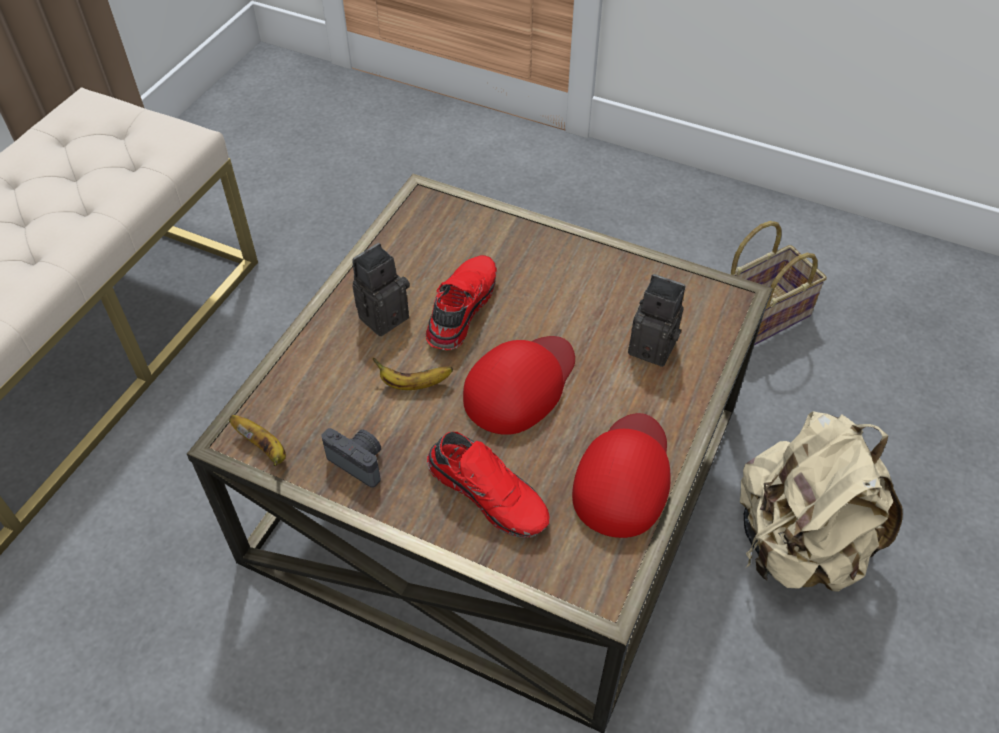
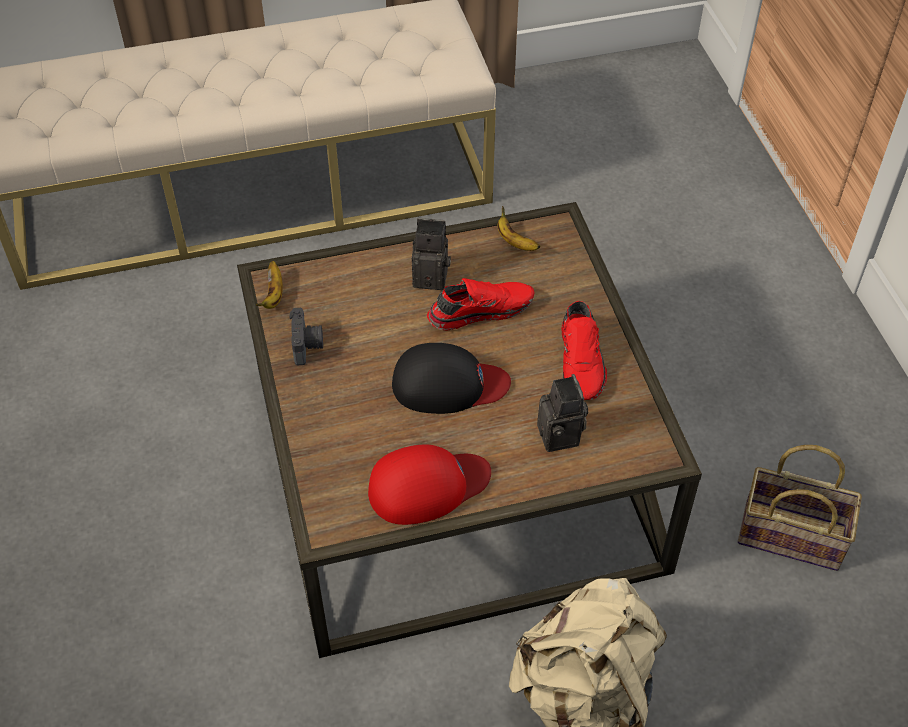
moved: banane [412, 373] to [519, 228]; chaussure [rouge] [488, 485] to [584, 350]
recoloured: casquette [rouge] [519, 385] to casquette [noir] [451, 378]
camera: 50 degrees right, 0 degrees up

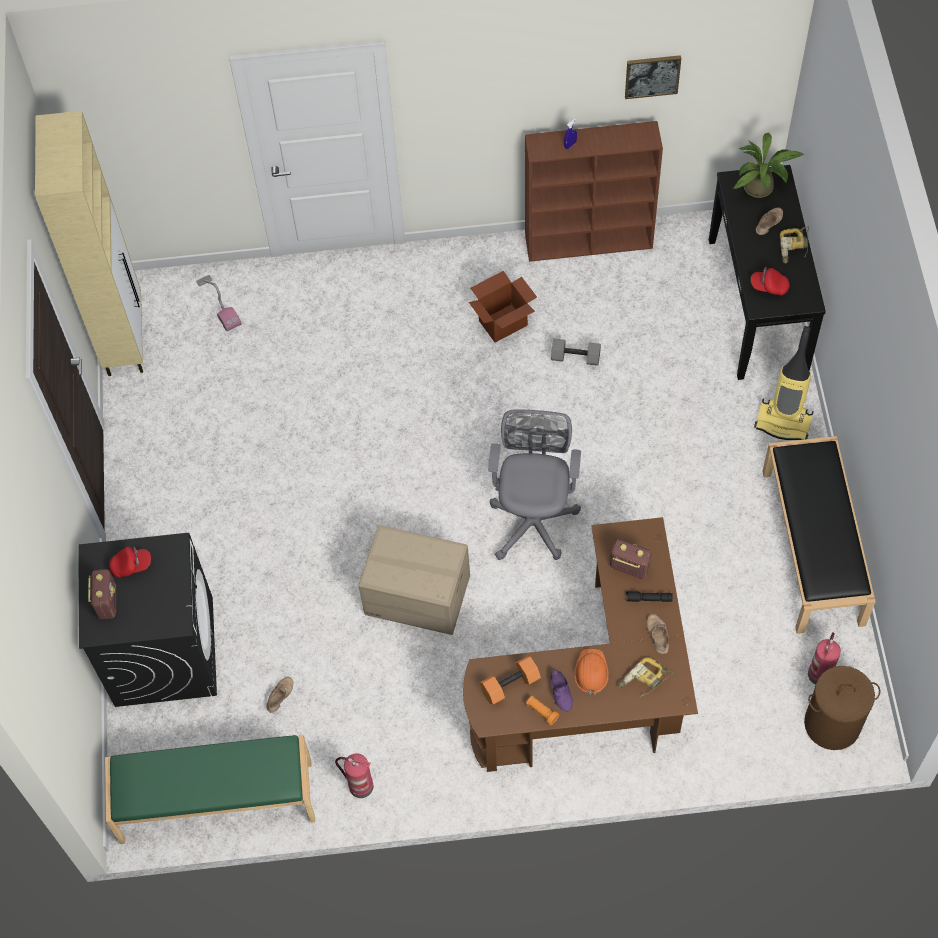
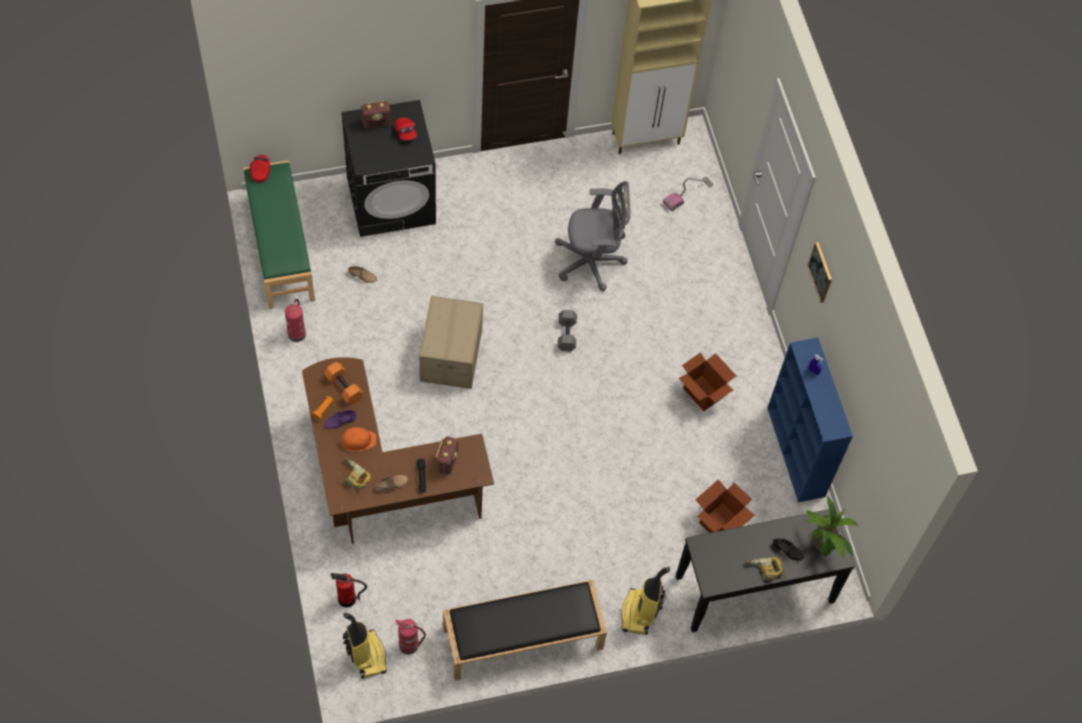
added: extincteur [349, 590]; carton [725, 506]
moved: chaise de bureau [gris] [534, 484] to [593, 236]; haltère [gris] [576, 352] to [567, 331]; tableau [653, 77] to [820, 272]; casquette [rouge] [770, 281] to [260, 168]
replaced: panier à linge [marron] [842, 708] to aspirateur [365, 646]
recoloured: bibliothèque [marron] [594, 191] to bibliothèque [bleu] [810, 419]; chaussure [beige] [769, 221] to chaussure [noir] [788, 550]
camera: 75 degrees right, 0 degrees up

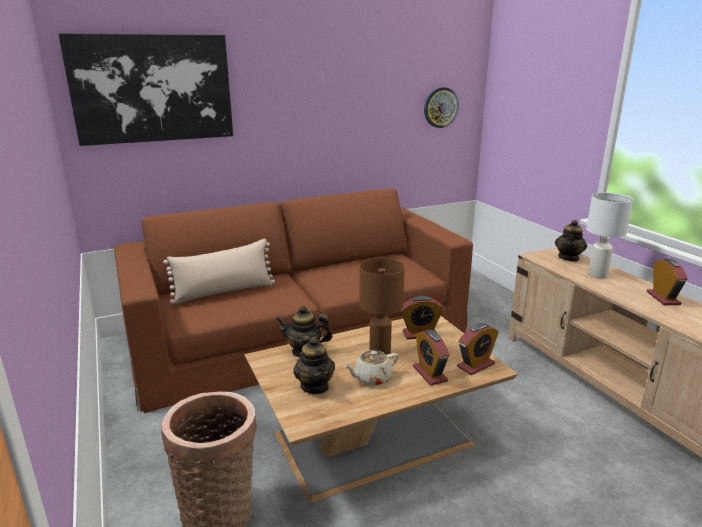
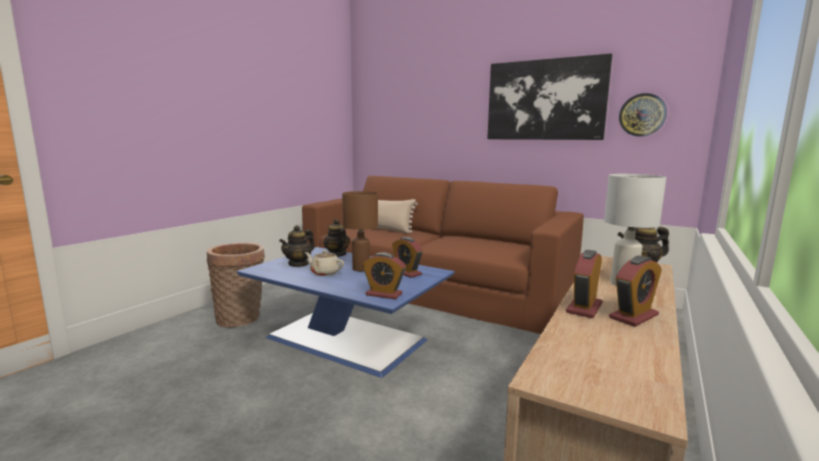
moved: tableau [146, 89] to [550, 96]; réveil [431, 357] to [584, 284]
recoloured: table basse [marron] [381, 409] to table basse [bleu] [345, 312]
camera: 55 degrees right, 10 degrees down

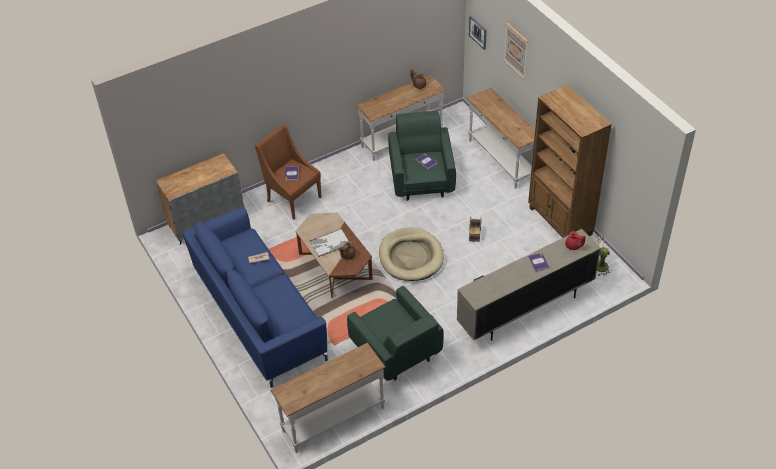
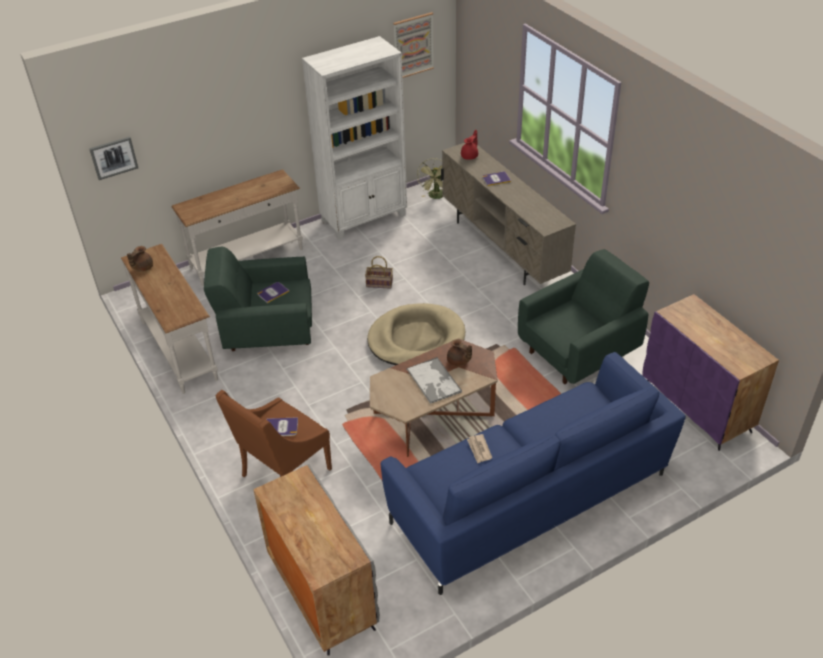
moved: tableau [515, 51] to [413, 45]
replaced: table console [blanc] [328, 398] to meuble de rangement [violet] [710, 372]
recoloured: bibliothèque [marron] [570, 161] to bibliothèque [blanc] [354, 138]
camera: 90 degrees left, 5 degrees down

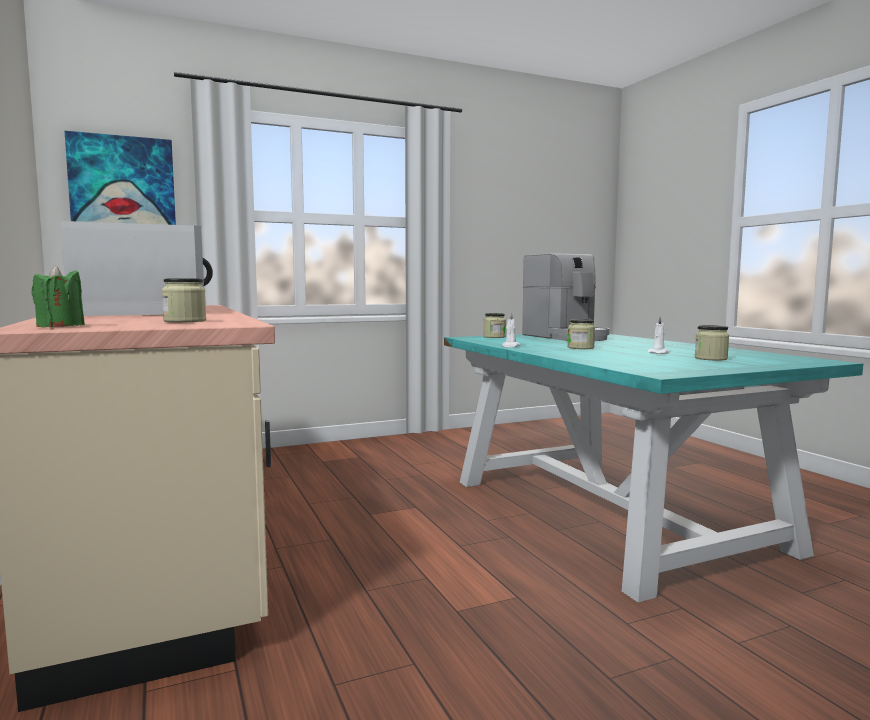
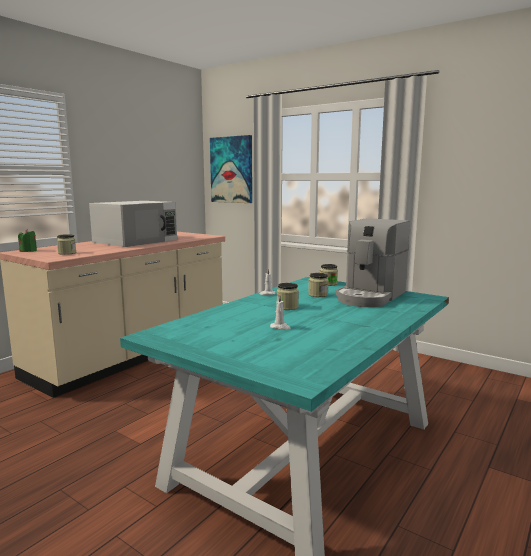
moved: bocal [712, 343] to [318, 285]
camera: 60 degrees right, 5 degrees up

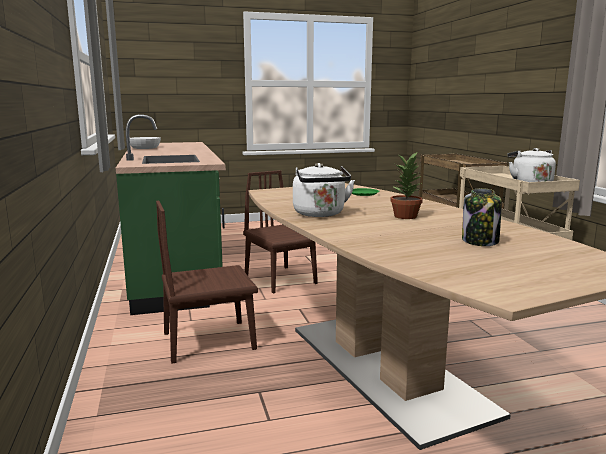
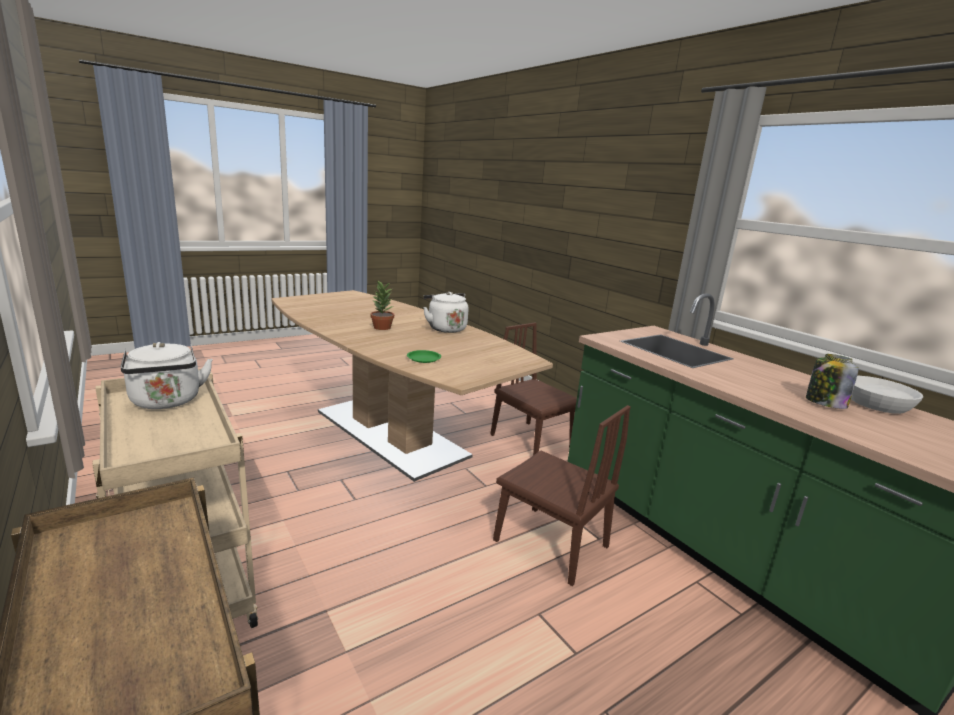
moved: bocal [482, 217] to [832, 381]
turned: chaise [marron] [207, 282] = [533, 389] 90 degrees counterclockwise
camera: 160 degrees right, 5 degrees up

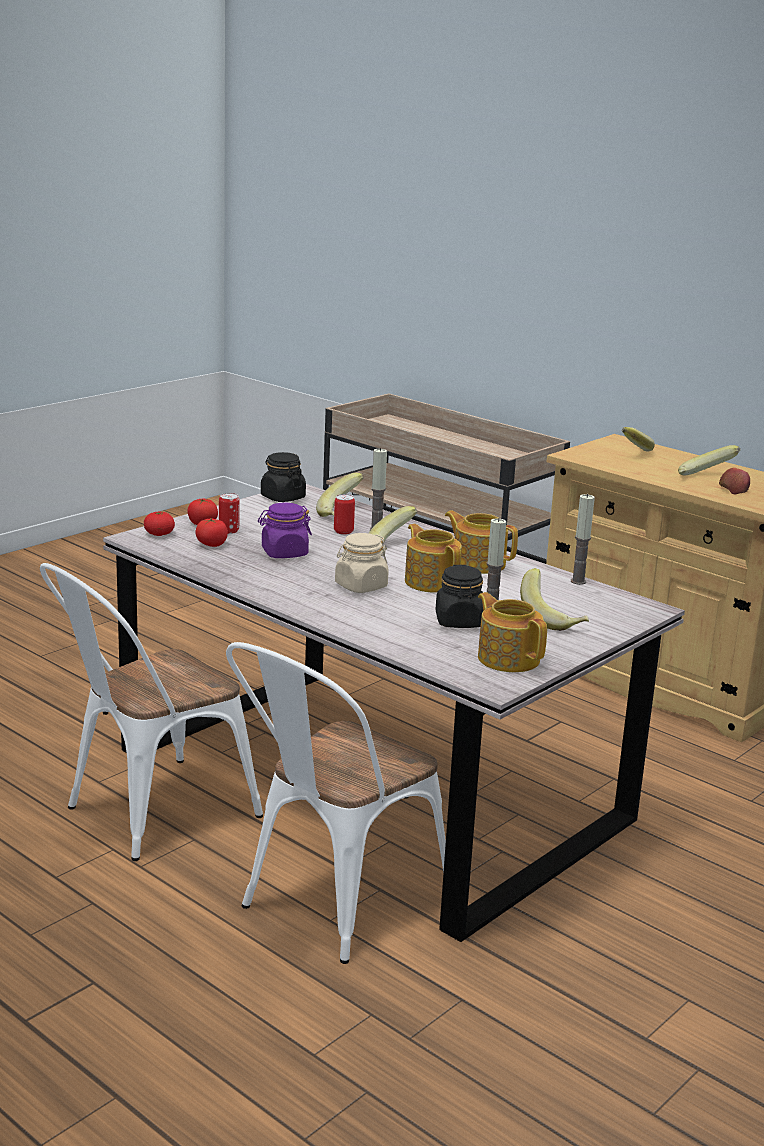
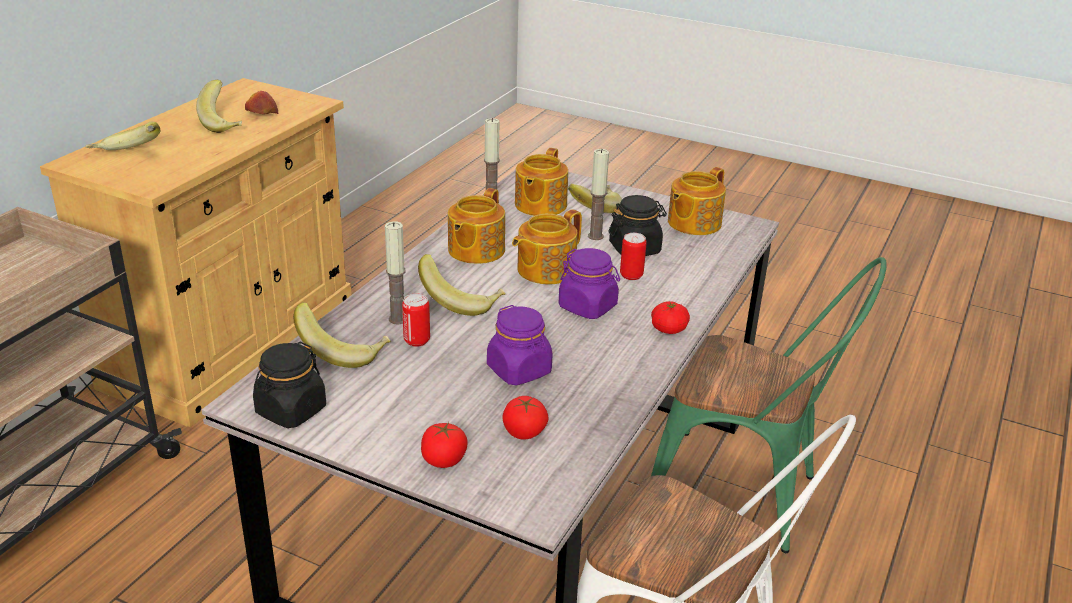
added: théière [541, 182]
moved: tomate [159, 524] to [670, 317]; boîte métallique [229, 513] to [633, 256]
recoloured: chaise [blanc] [336, 803] to chaise [vert] [769, 405]; bocal [beige] [362, 563] to bocal [violet] [589, 283]
camera: 105 degrees left, 10 degrees up

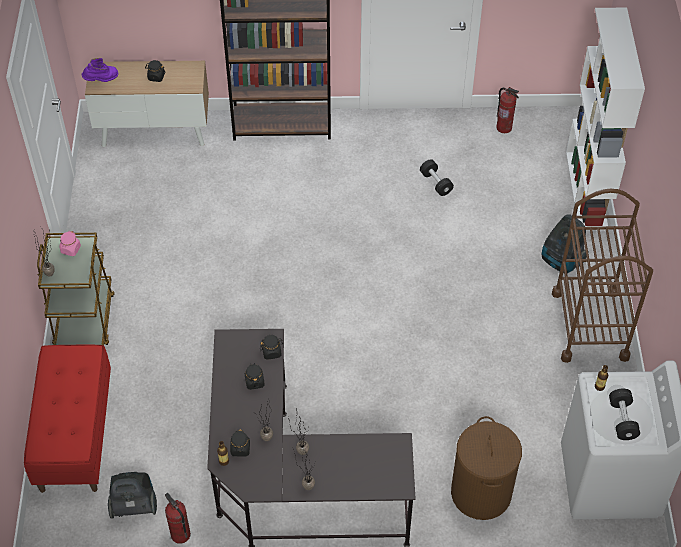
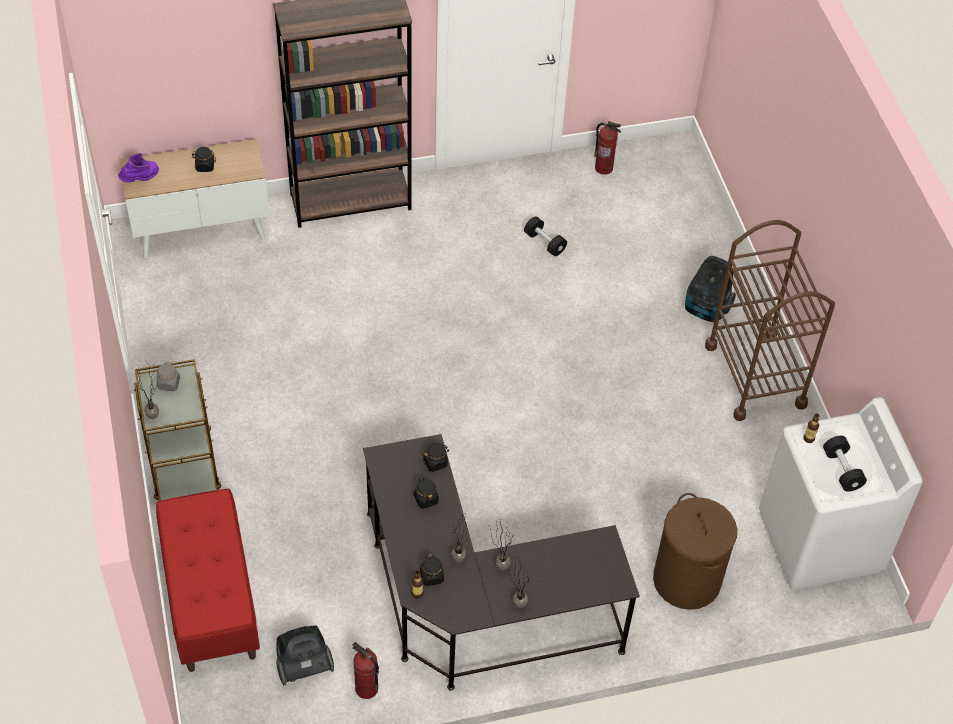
removed: bibliothèque [blanc] [605, 119]
recoloured: bocal [rose] [70, 243] to bocal [gris] [168, 376]
camera: 15 degrees left, 0 degrees up

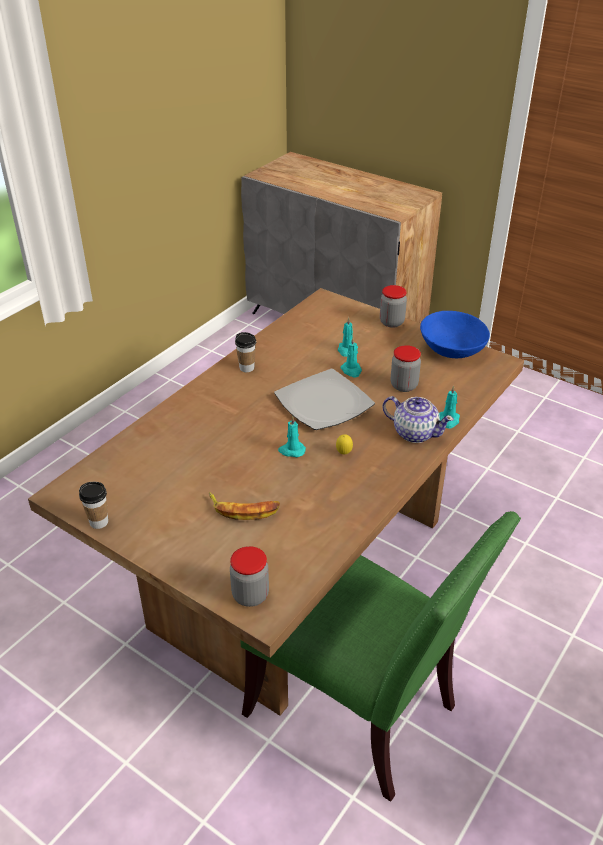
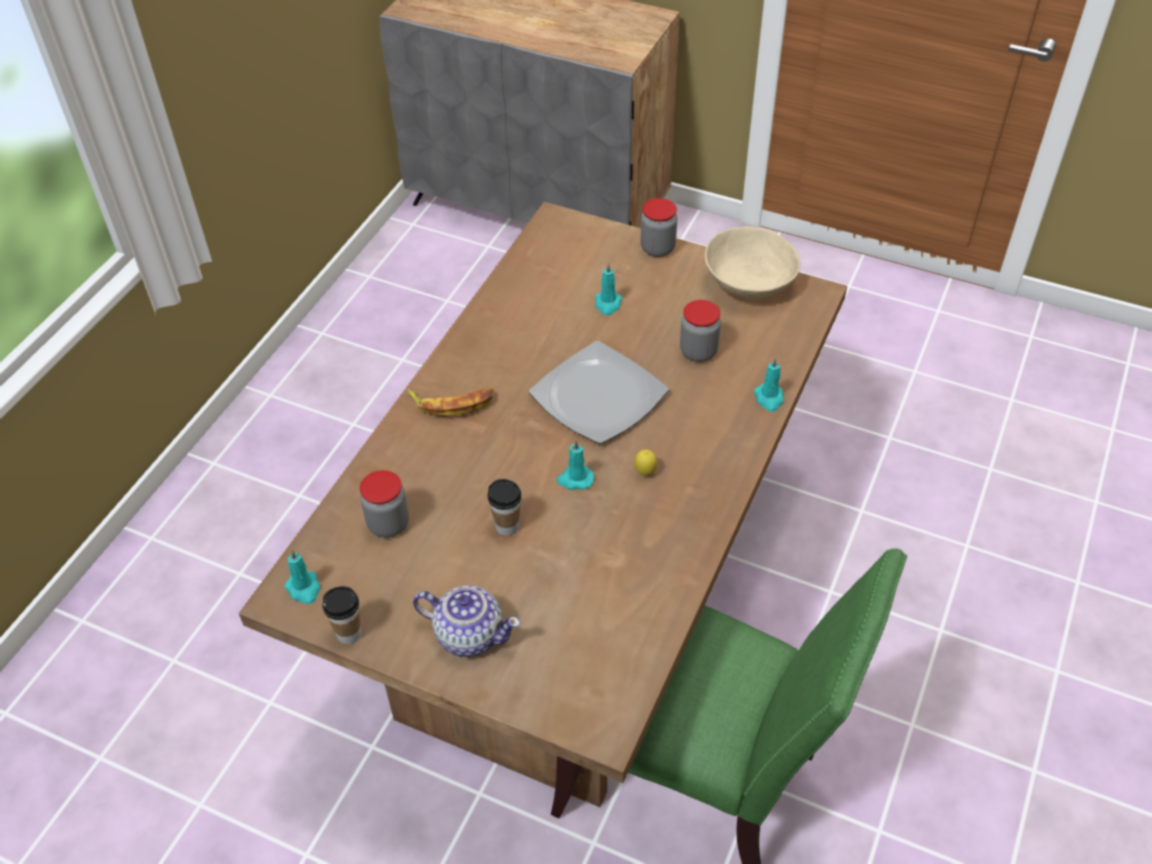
moved: banane [244, 506] to [450, 402]; bocal [249, 576] to [384, 504]; tasse [245, 352] to [504, 507]; bougie [turquoise] [351, 357] to [302, 577]; théière [418, 419] to [467, 621]
recoloured: bol [bleu] [455, 334] to bol [beige] [752, 263]
camera: 10 degrees left, 10 degrees up

